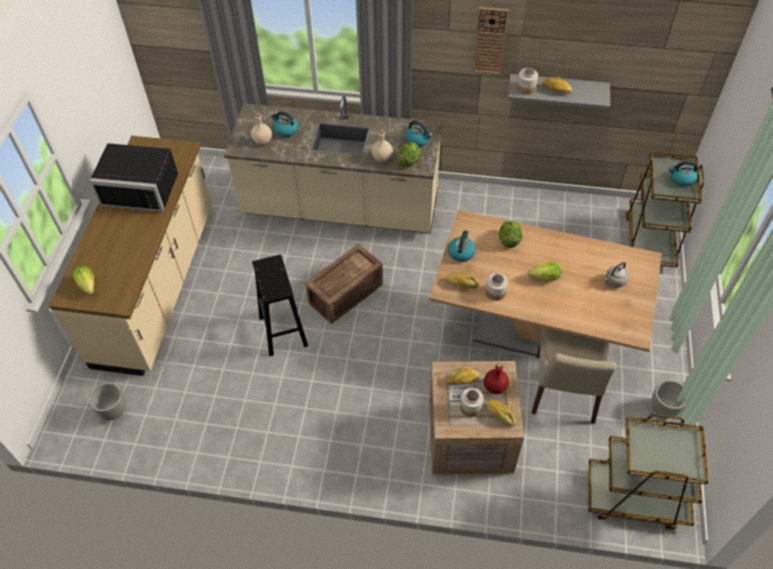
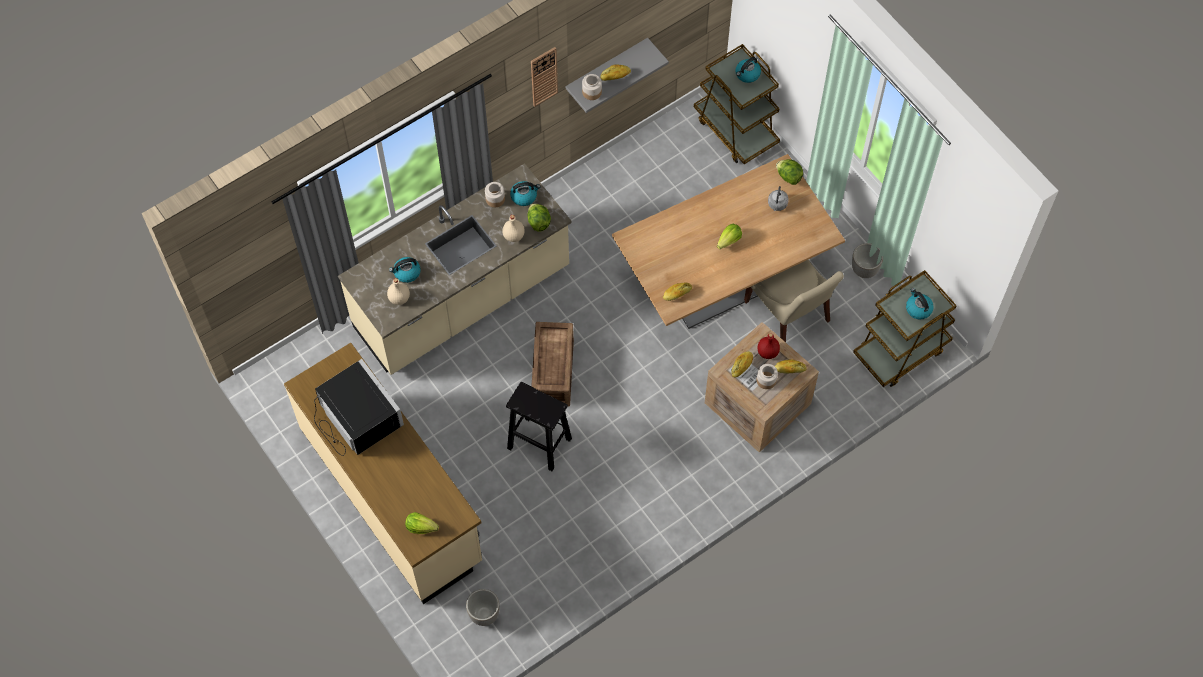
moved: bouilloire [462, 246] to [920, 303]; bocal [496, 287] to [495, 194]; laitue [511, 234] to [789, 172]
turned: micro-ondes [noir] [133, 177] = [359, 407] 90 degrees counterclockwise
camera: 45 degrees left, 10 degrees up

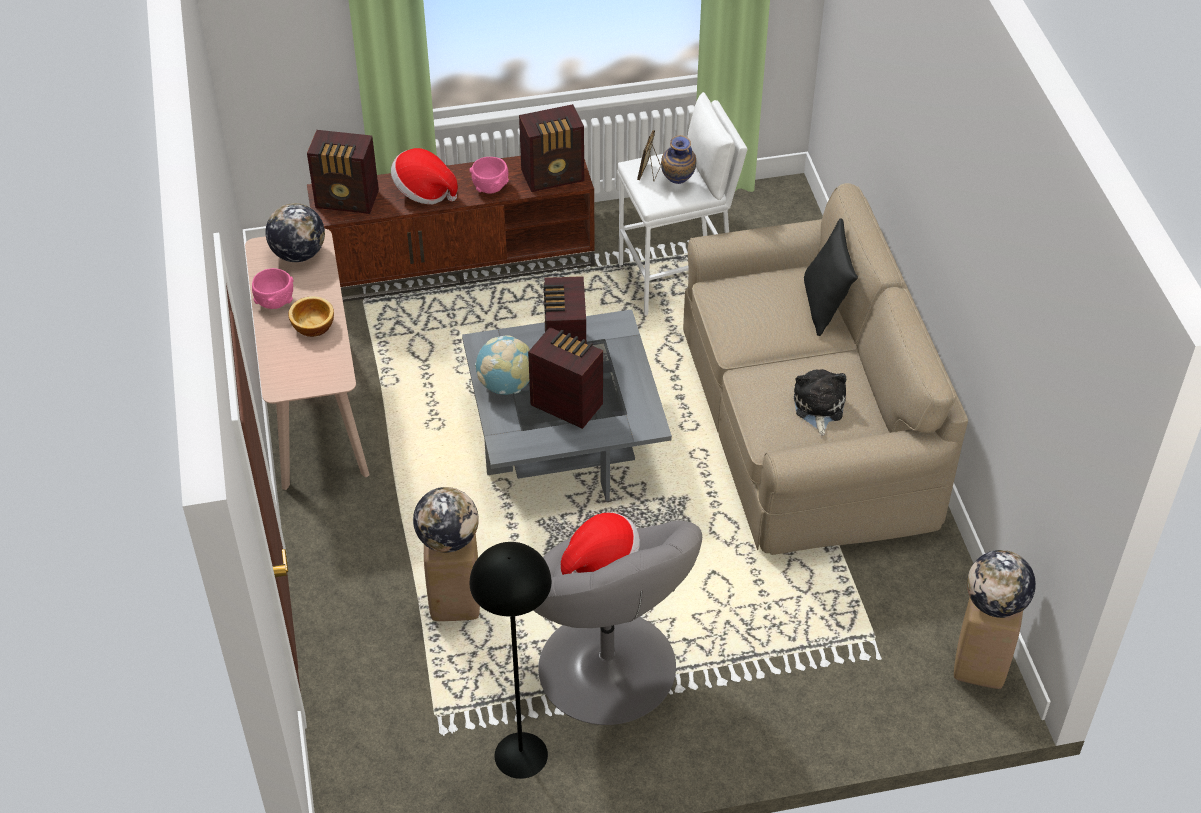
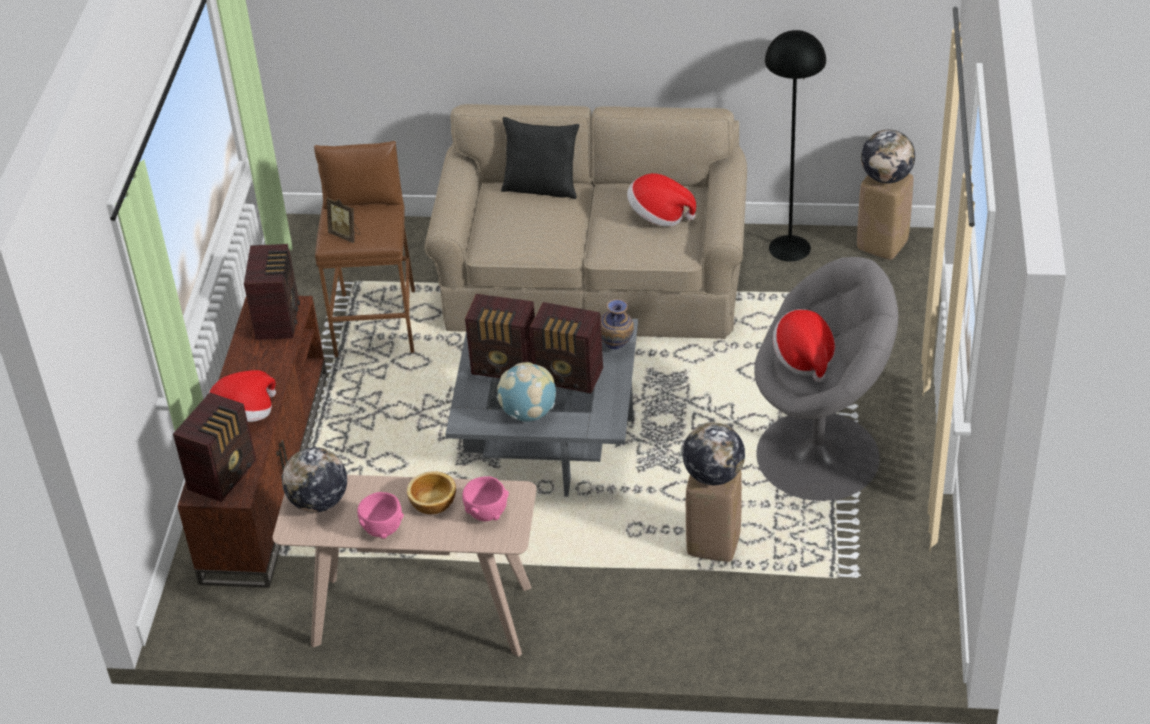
moved: bol [rose] [489, 175] to [485, 498]; lampadaire [noir] [511, 660] to [795, 146]; vase [678, 159] to [617, 324]
replaced: peluche [820, 402] to chapeau [661, 199]
recoloured: tabouret [blanc] [682, 203] to tabouret [marron] [364, 249]
turned: radio [565, 378] = [566, 347] 120 degrees counterclockwise
camera: 70 degrees left, 5 degrees down

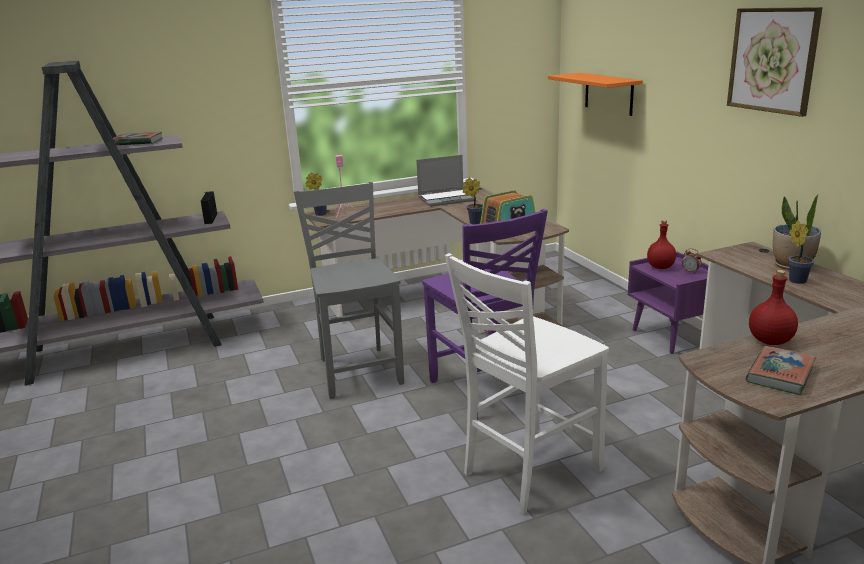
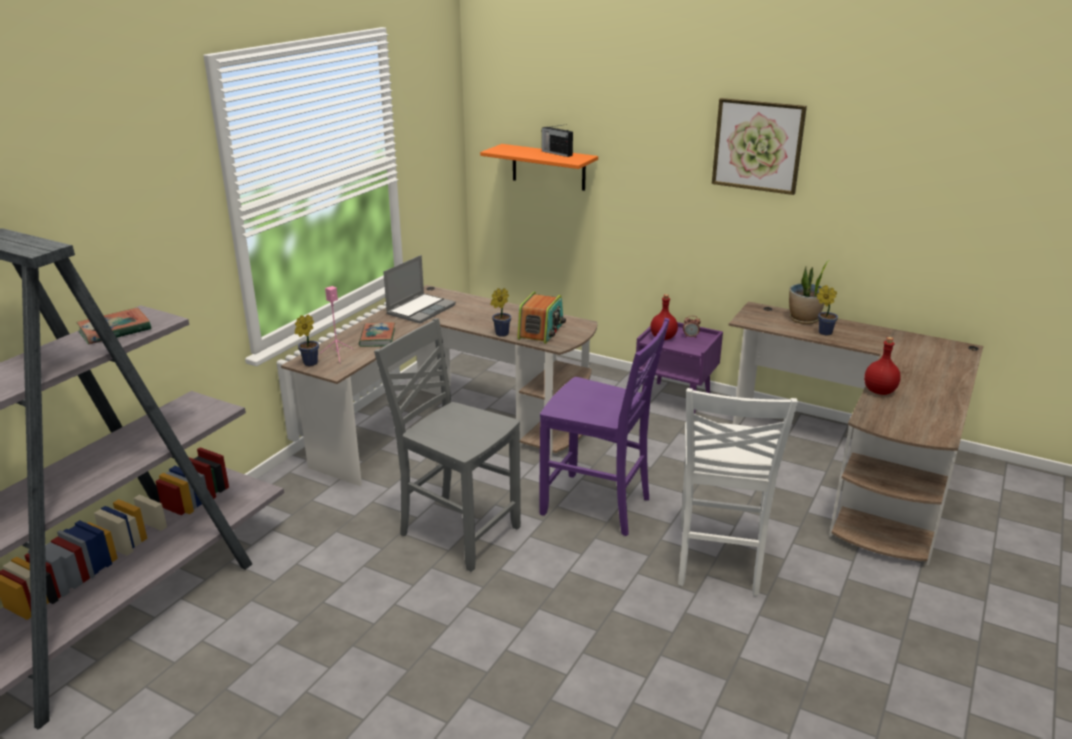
moved: radio [209, 207] to [557, 140]; livre [781, 370] to [377, 334]
camera: 40 degrees left, 5 degrees up

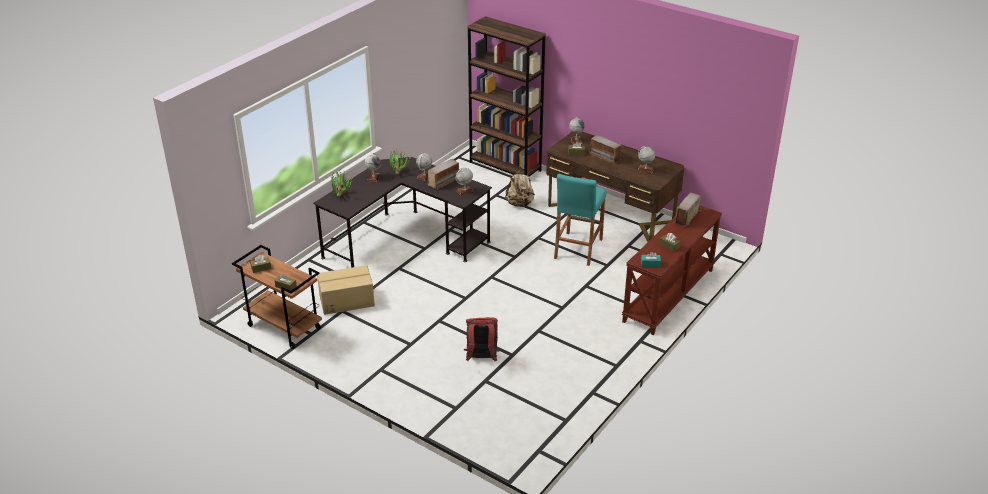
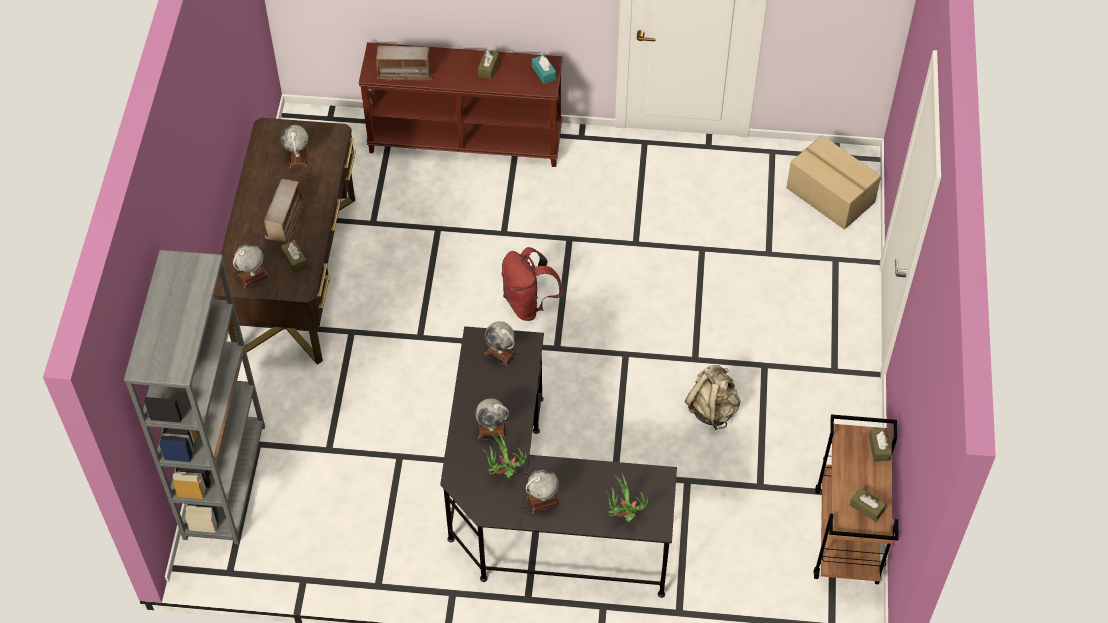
removed: radio [443, 174]; tabouret [turquoise] [580, 220]
moved: carton [346, 290] to [833, 182]; sac à dos [rouge] [482, 339] to [532, 284]; sac à dos [beige] [519, 189] to [712, 397]
recoloured: bibliothèque [marron] [506, 96] to bibliothèque [gris] [194, 397]
camera: 120 degrees left, 20 degrees up

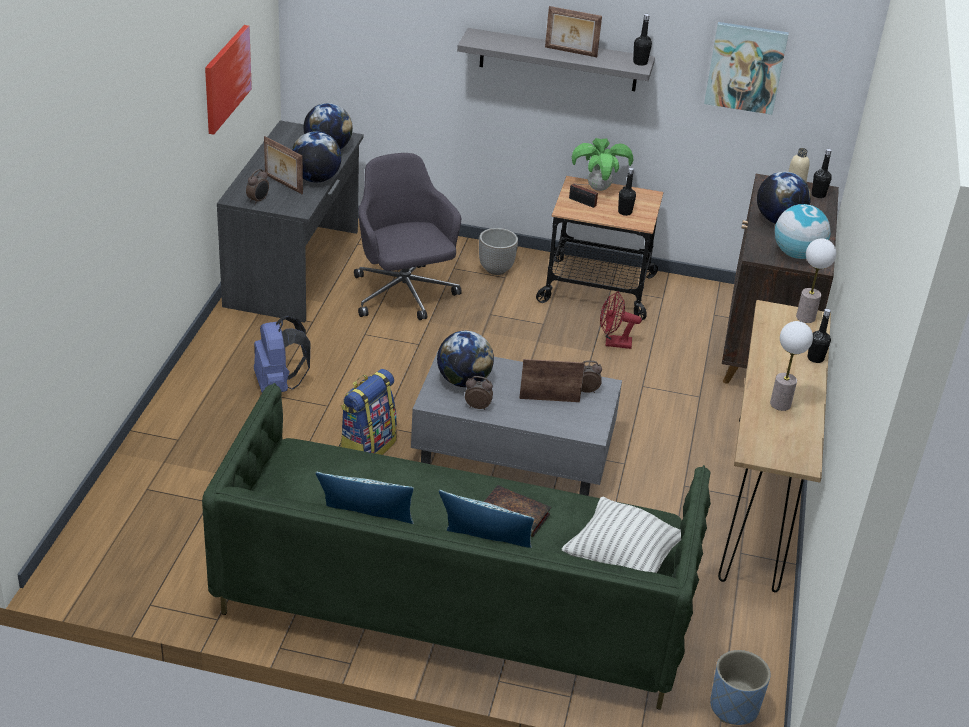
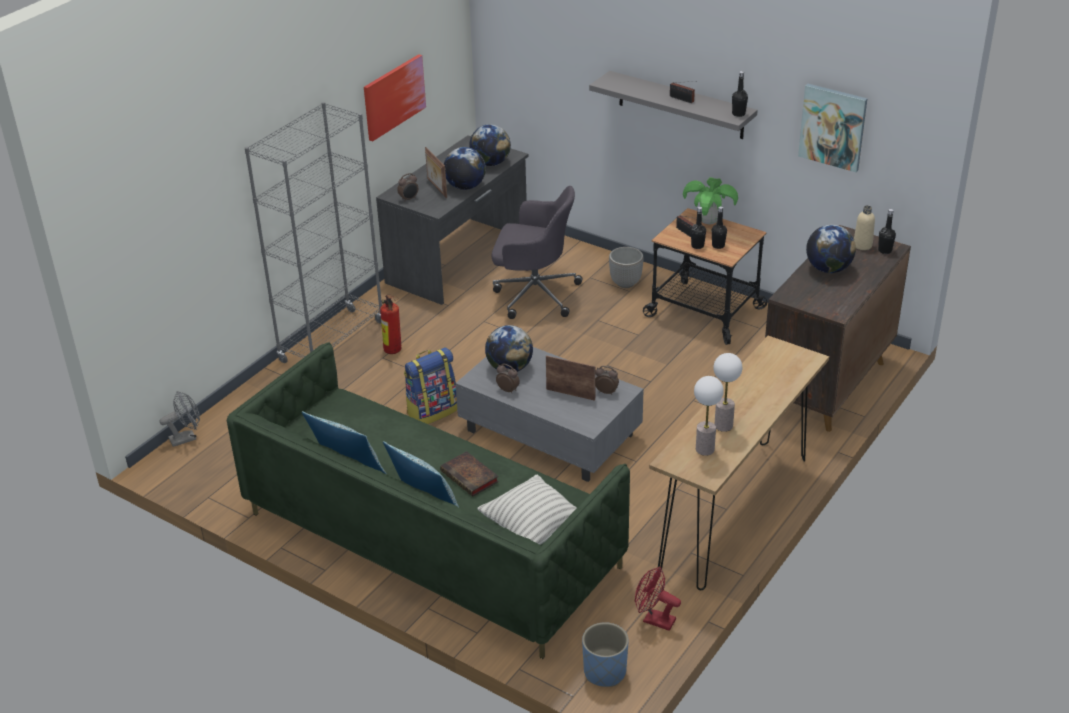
removed: globe [803, 231]
added: ventilateur [gris] [179, 419]; bibliothèque [gris] [313, 232]
moved: ventilateur [rouge] [621, 320] to [658, 599]; lampe de table [816, 280] to [709, 416]; bouteille [noir] [819, 336] to [698, 228]
replaced: sac à dos [bleu] [282, 354] to extincteur [390, 324]; cadre photo [573, 31] to radio [683, 92]
turned: chaise de bureau [gris] [408, 236] = [536, 252] 105 degrees clockwise
camera: 25 degrees right, 0 degrees up

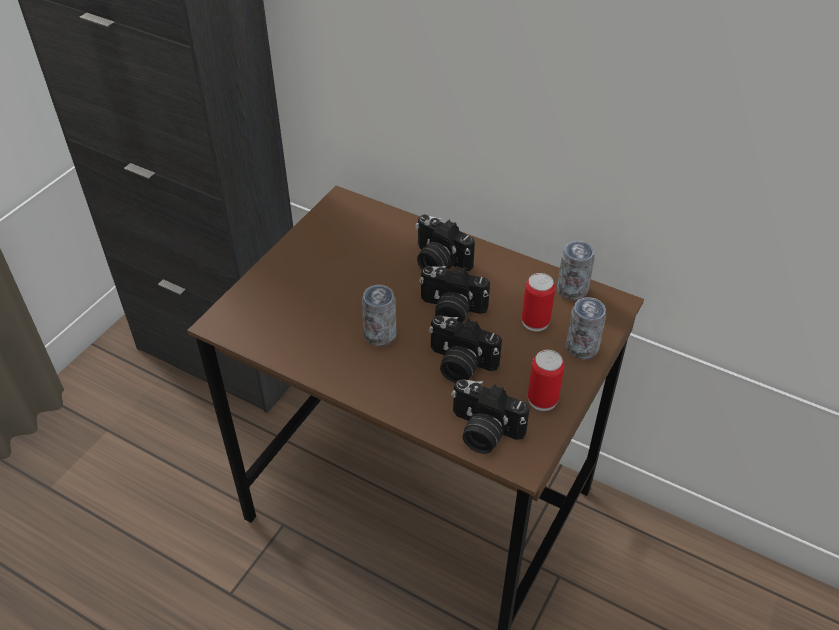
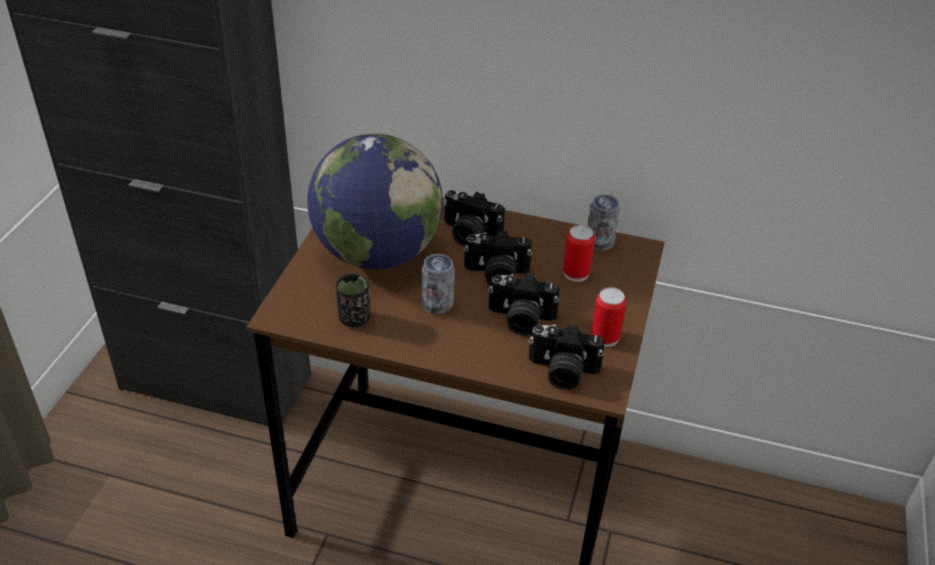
removed: boîte métallique [586, 328]
added: globe [375, 202]; tasse [noir] [353, 300]
camera: 15 degrees left, 5 degrees down

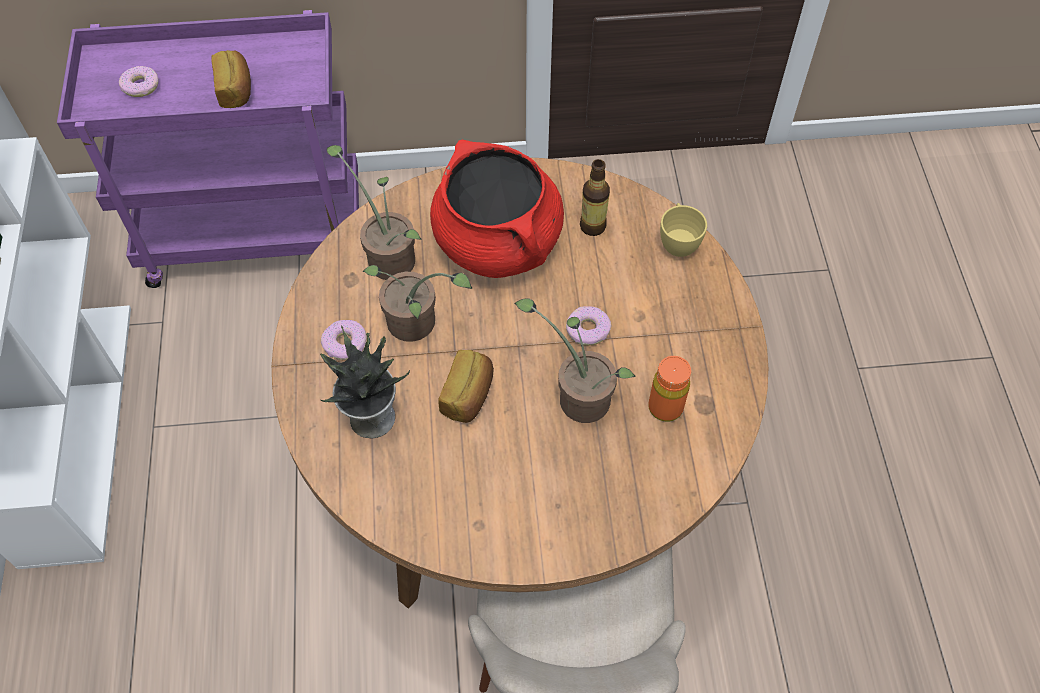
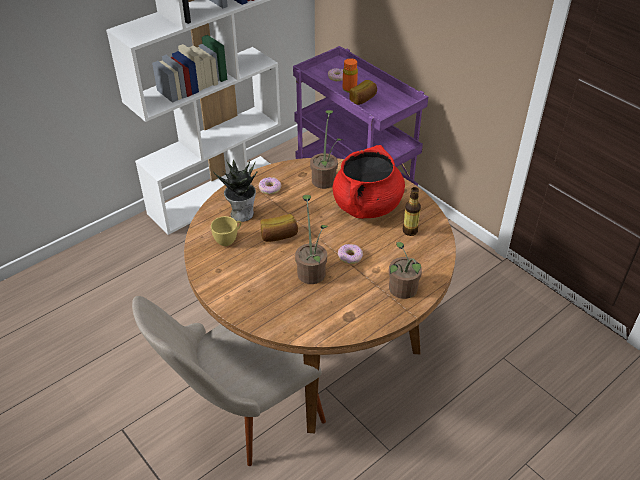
moved: plante en pot [417, 303] to [405, 270]; bouteille [orange] [669, 389] to [350, 75]; tasse [jaune] [683, 230] to [226, 231]
camera: 55 degrees right, 15 degrees down

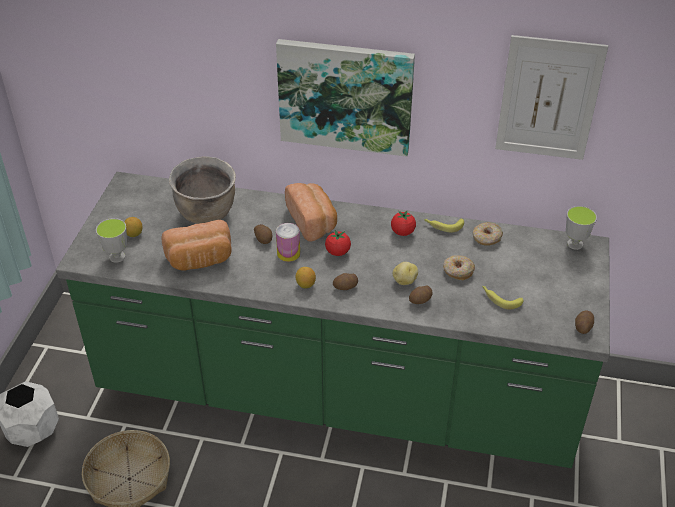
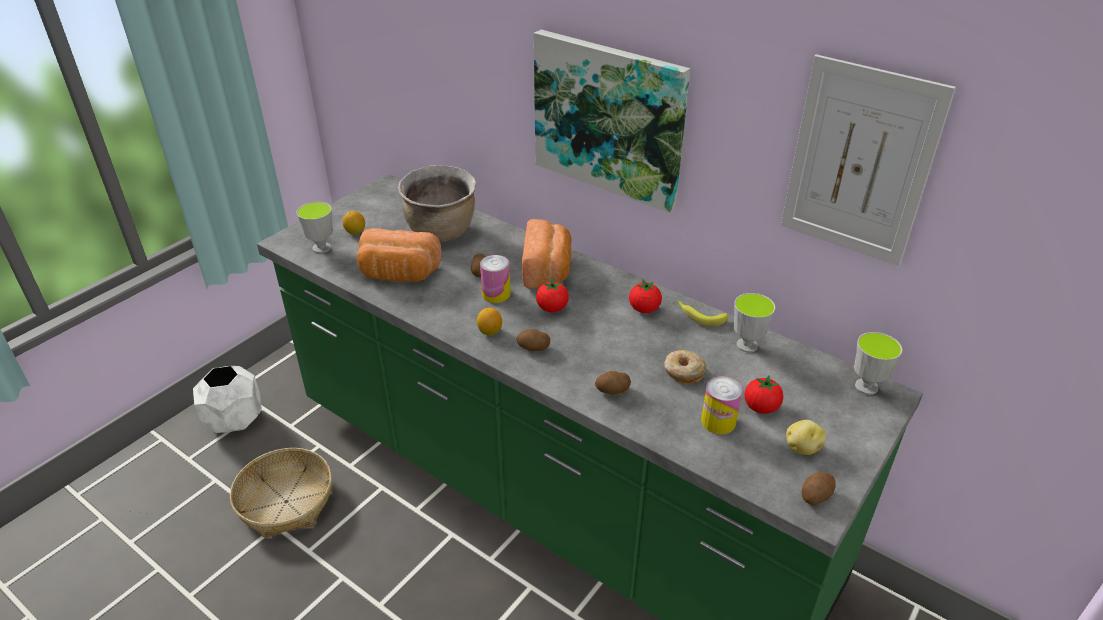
added: tomate [763, 394]
moved: pomme de terre [405, 273] to [806, 437]
replaced: beignet [488, 234] to tasse [754, 322]; banane [503, 297] to boîte métallique [721, 405]
camera: 25 degrees right, 5 degrees down

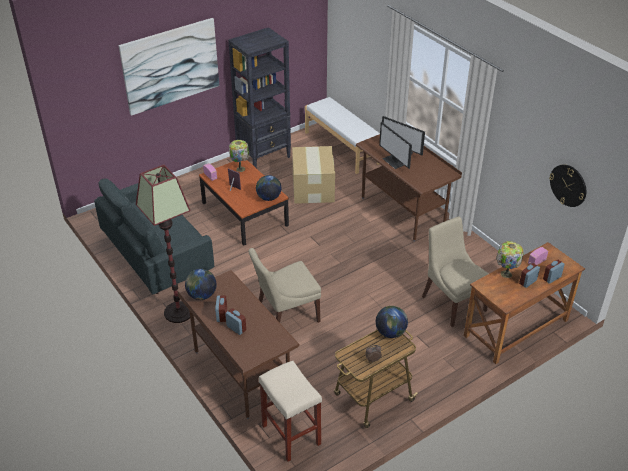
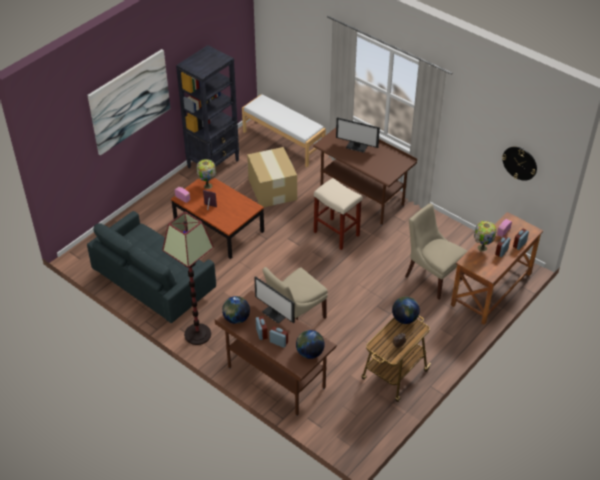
moved: globe [268, 188] to [310, 344]; tabouret [beige] [290, 411] to [338, 214]; écran d'ordinateur [395, 145] to [274, 300]
camera: 15 degrees left, 5 degrees up

